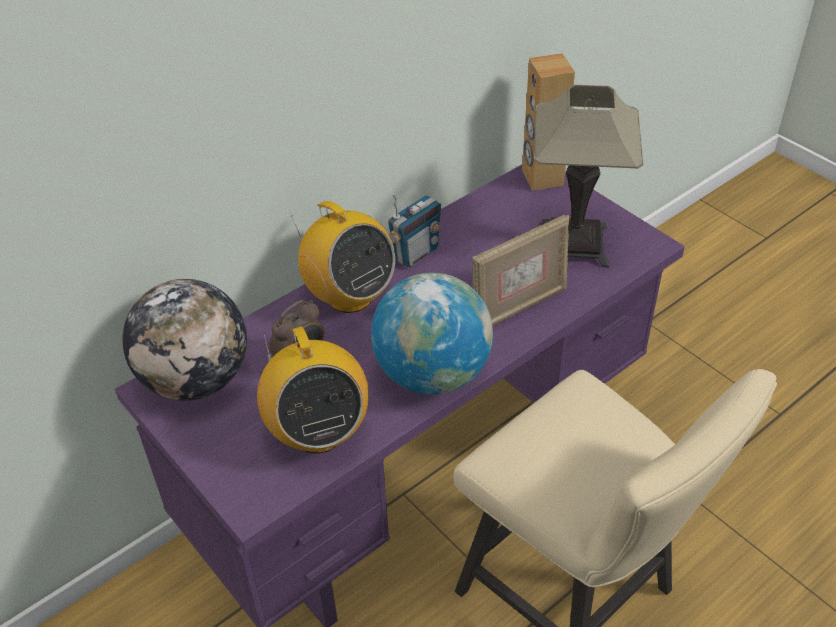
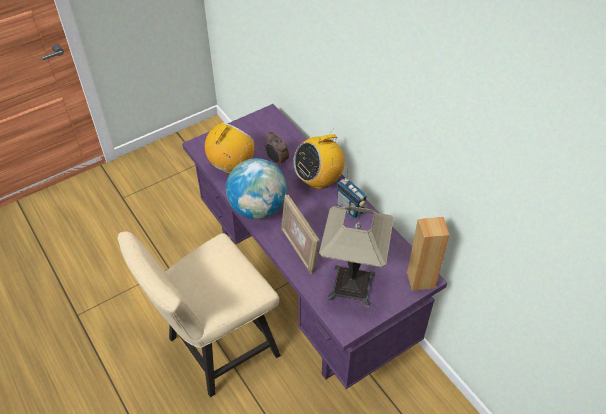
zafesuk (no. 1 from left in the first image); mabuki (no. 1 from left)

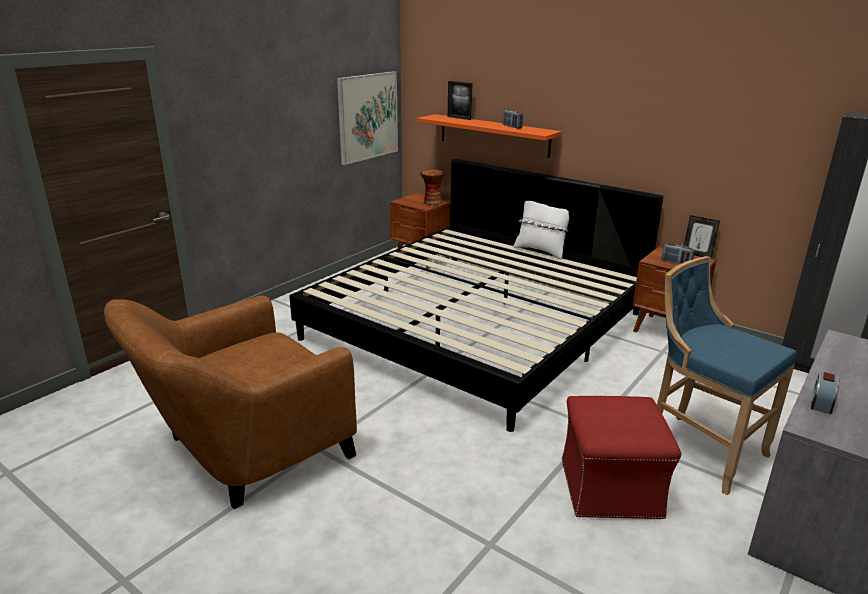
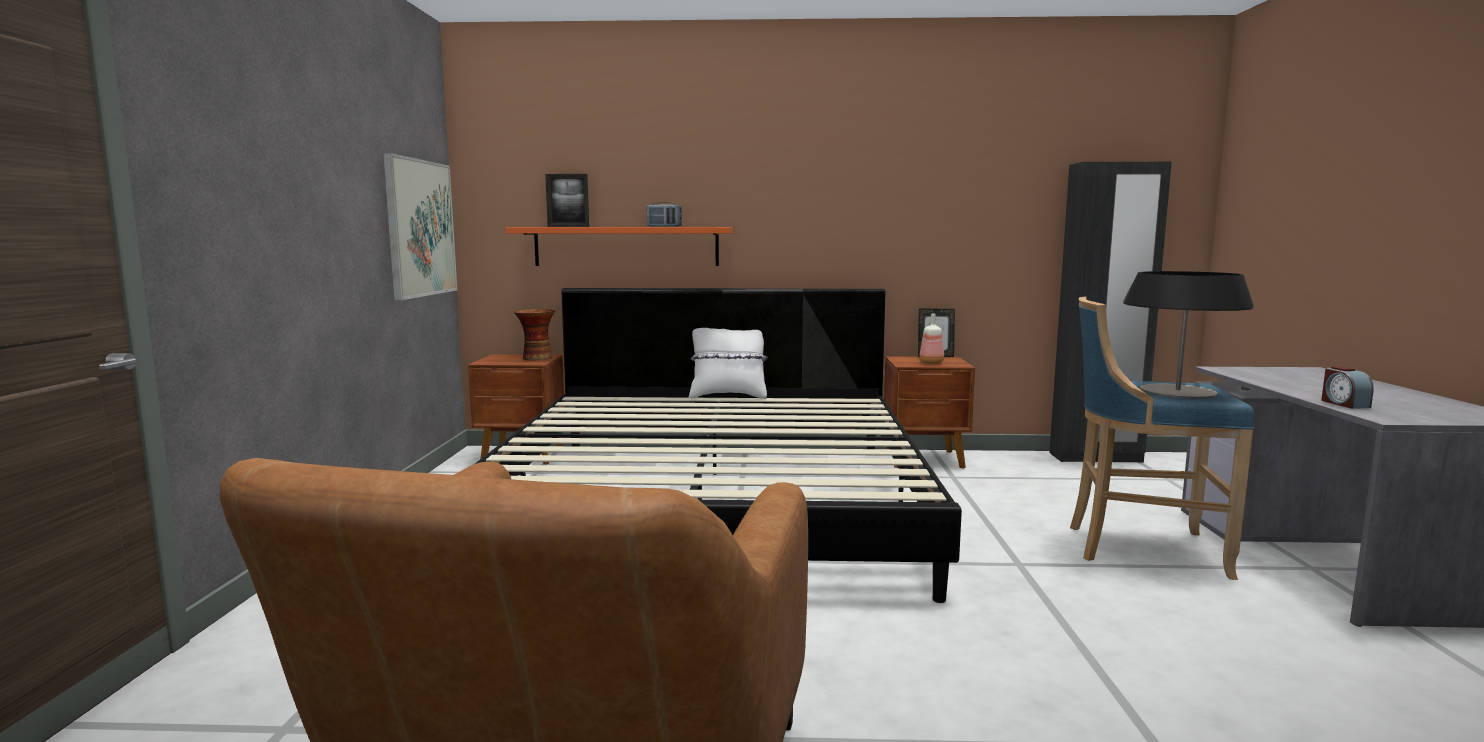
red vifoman; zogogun; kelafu

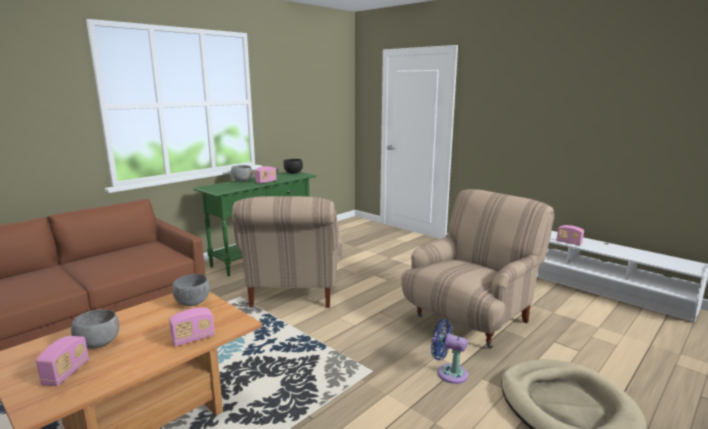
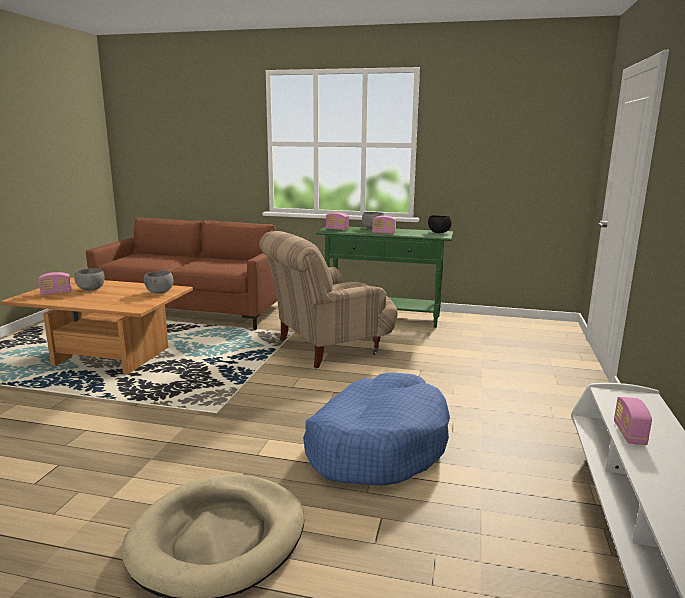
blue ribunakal; mabuki (no. 2 from left); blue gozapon

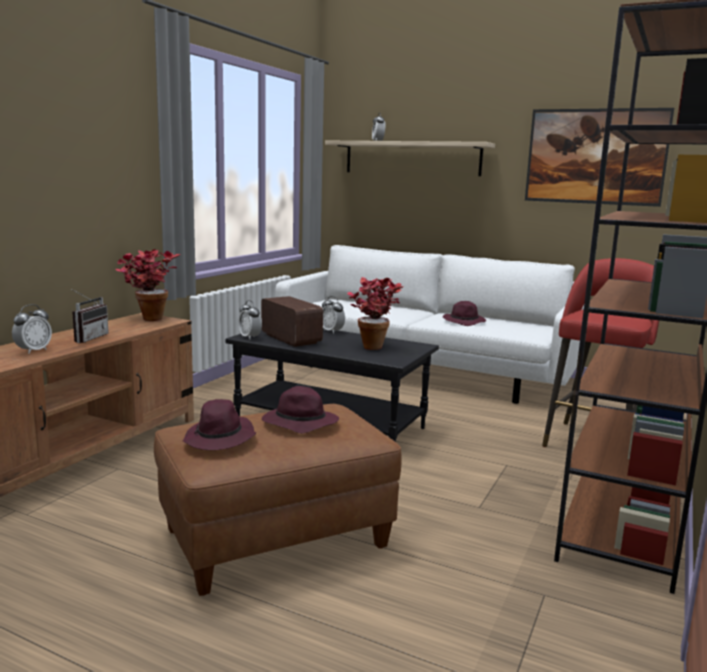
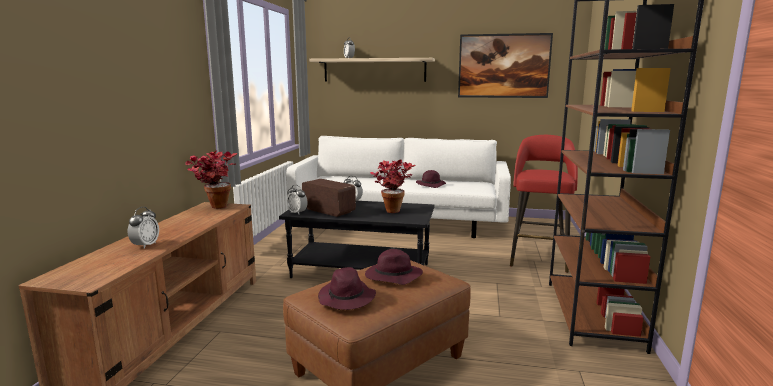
mabuki (no. 1 from left in the first image)

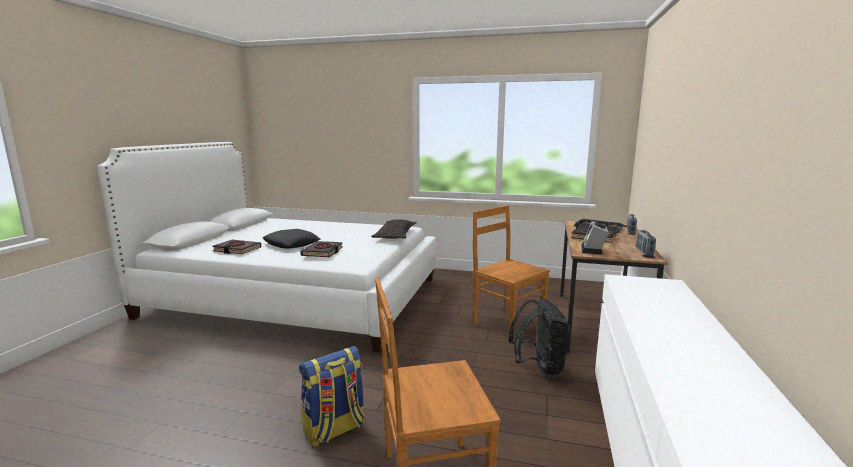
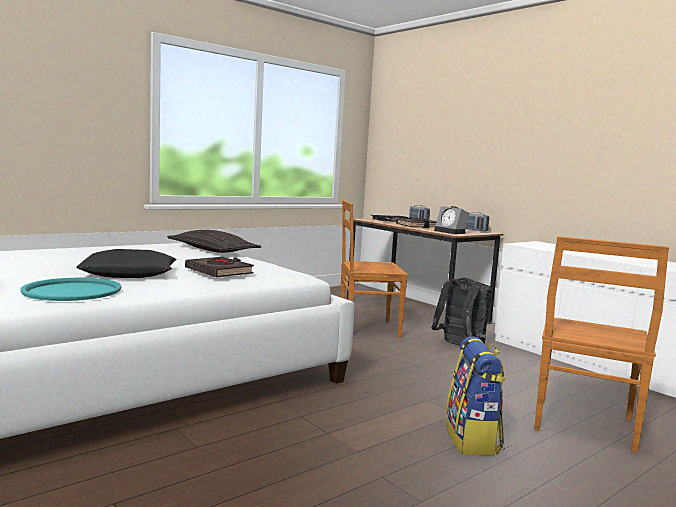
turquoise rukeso

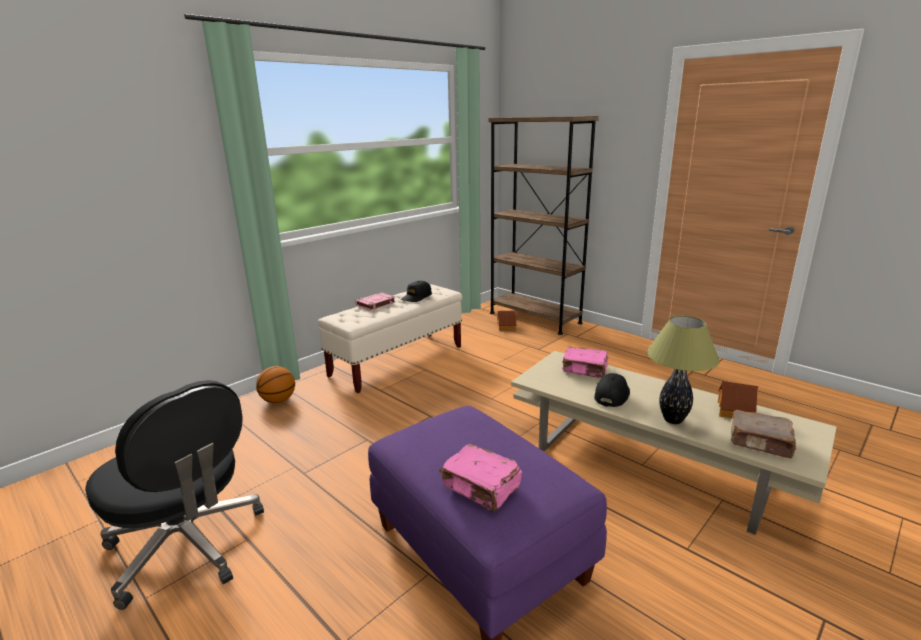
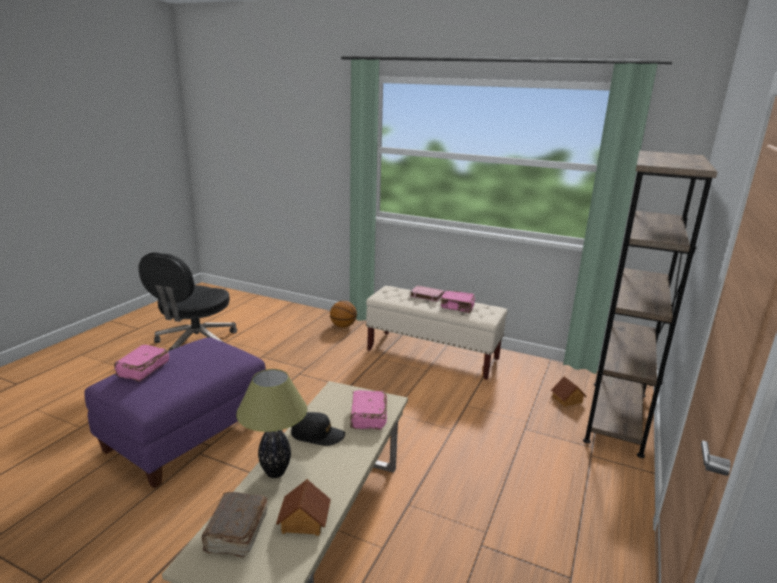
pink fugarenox (no. 4 from left)

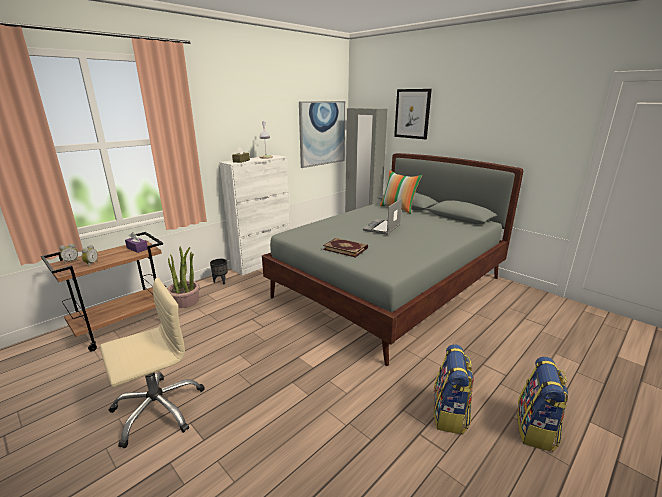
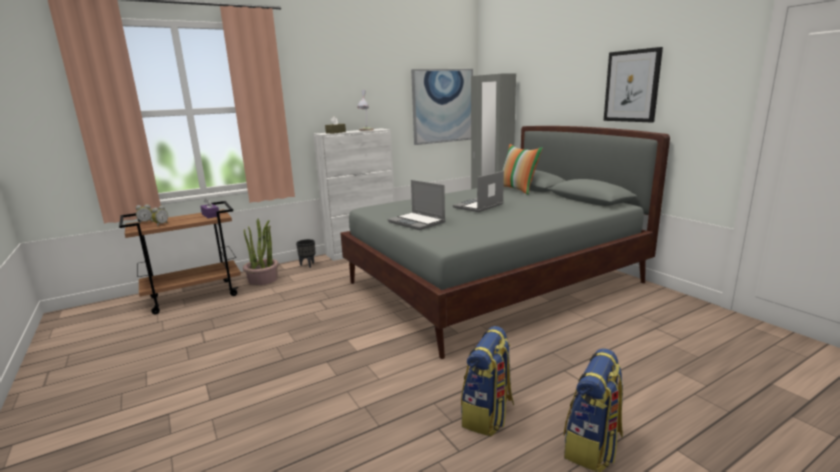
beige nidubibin; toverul (no. 2 from left); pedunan (no. 1 from left)

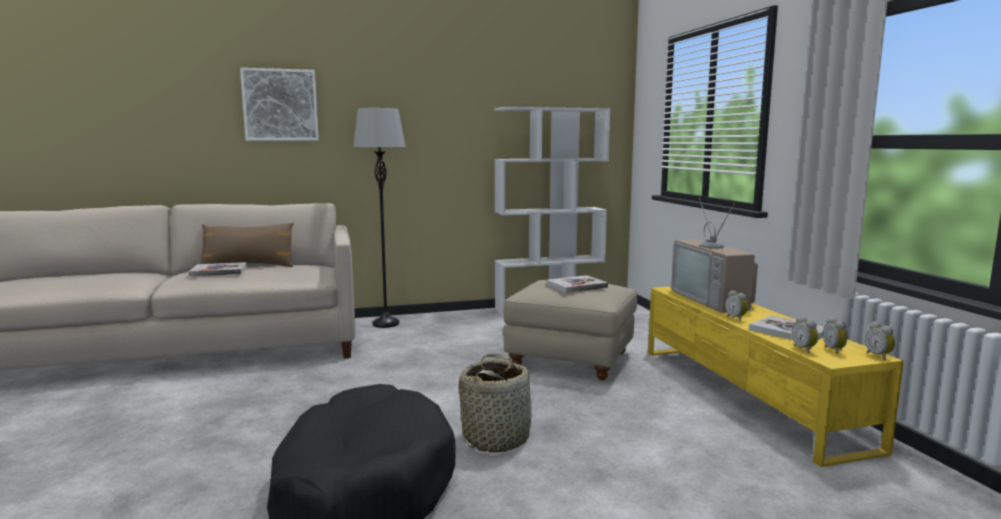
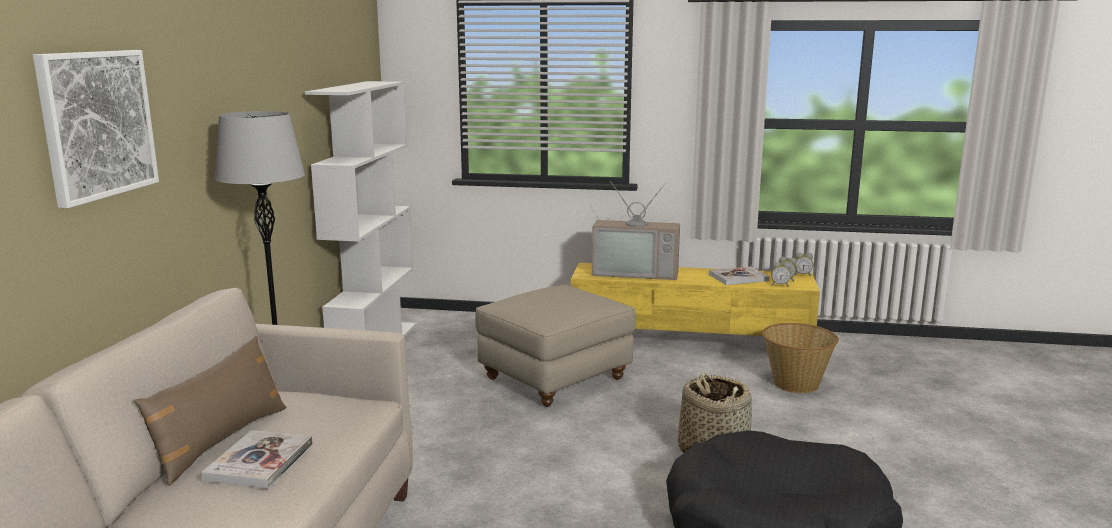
fugarenox (no. 2 from left in the first image); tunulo (no. 1 from left in the first image); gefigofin (no. 2 from left)

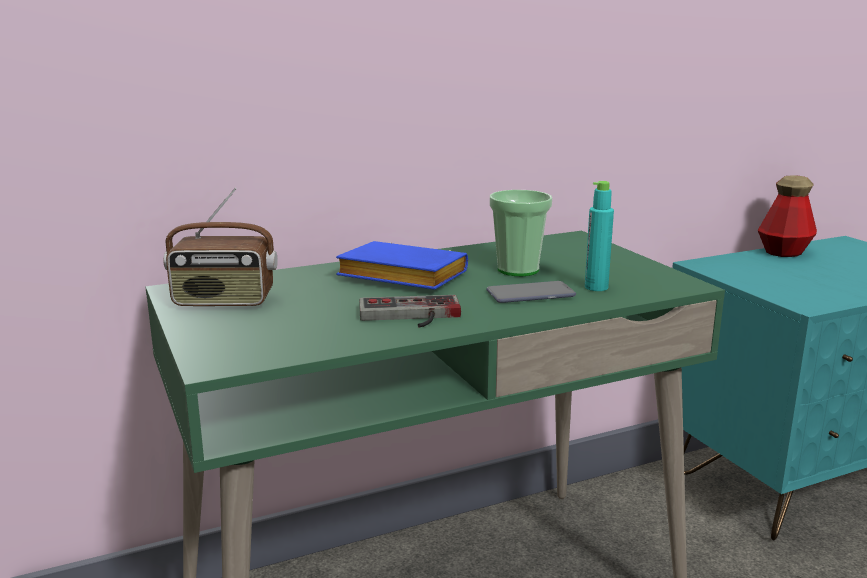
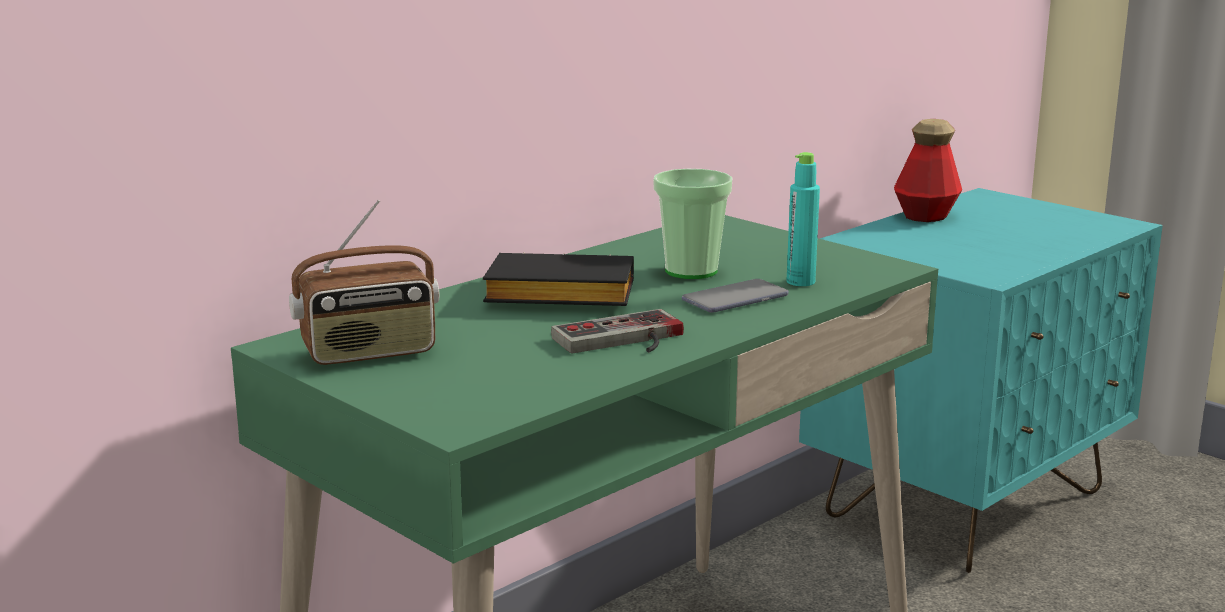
black fugarenox

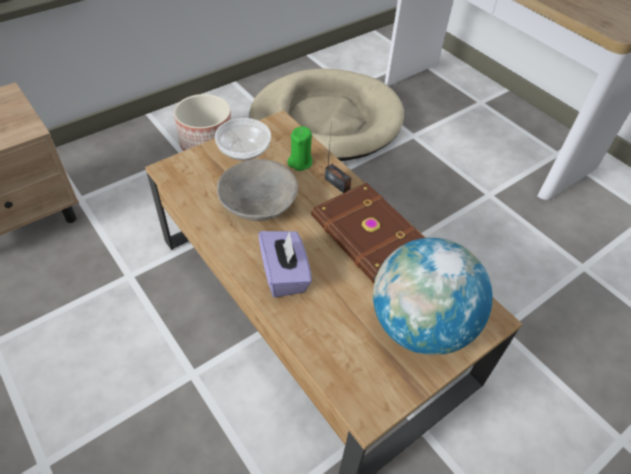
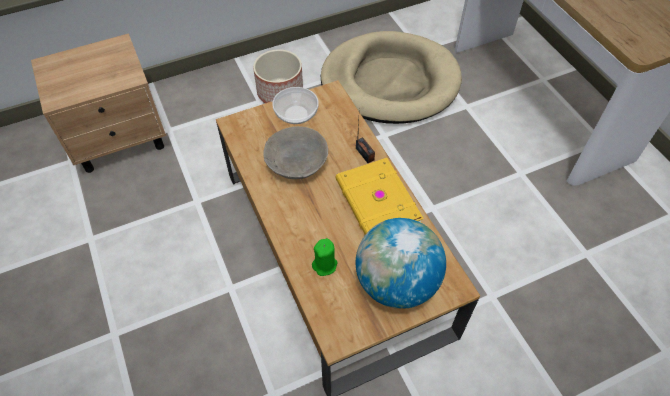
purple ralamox; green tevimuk; yellow fugarenox

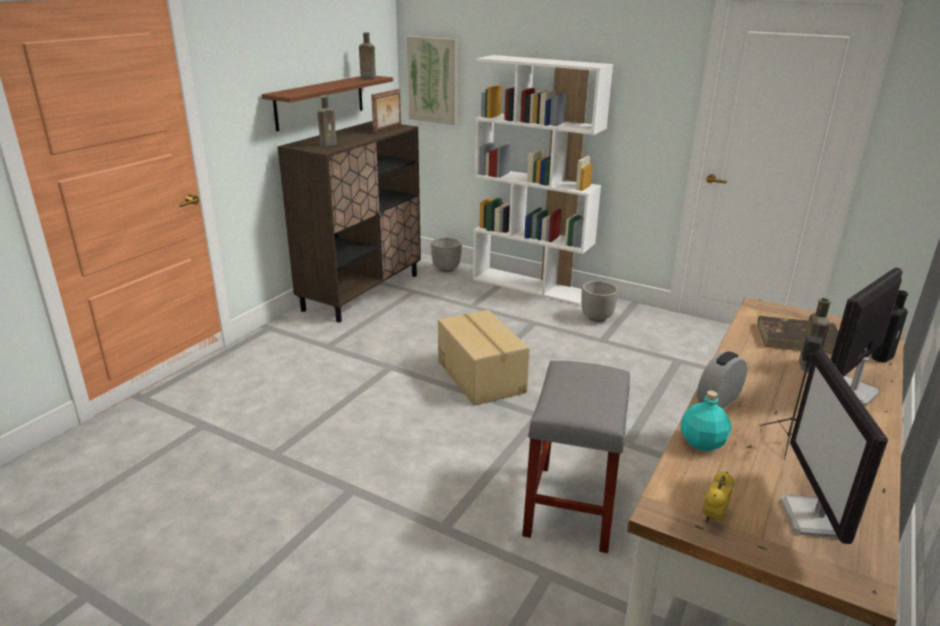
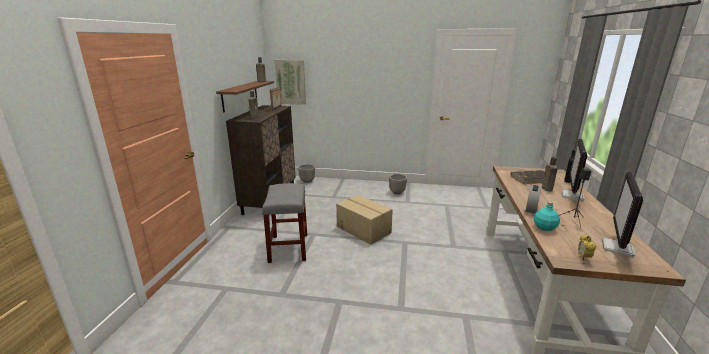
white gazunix; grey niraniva; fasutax (no. 2 from left)

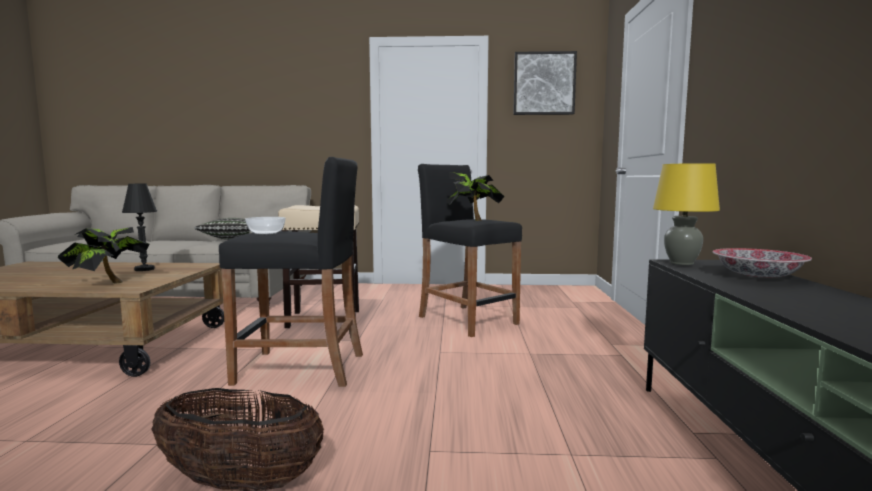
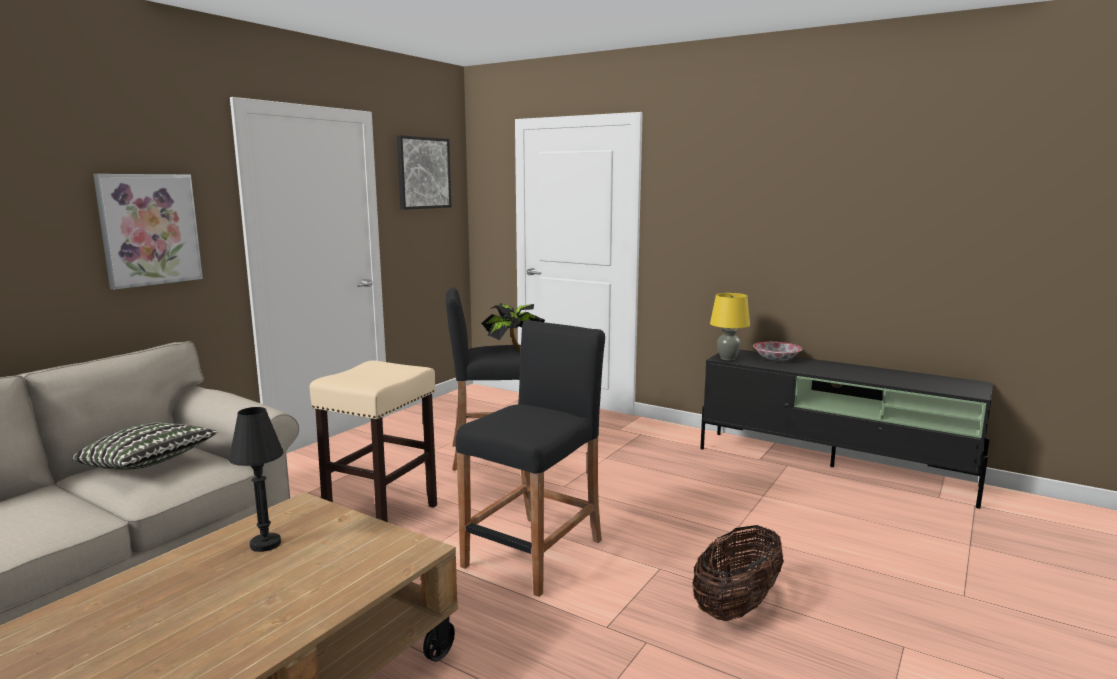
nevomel (no. 1 from left in the first image); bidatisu (no. 1 from left in the first image); toverul (no. 1 from left)

